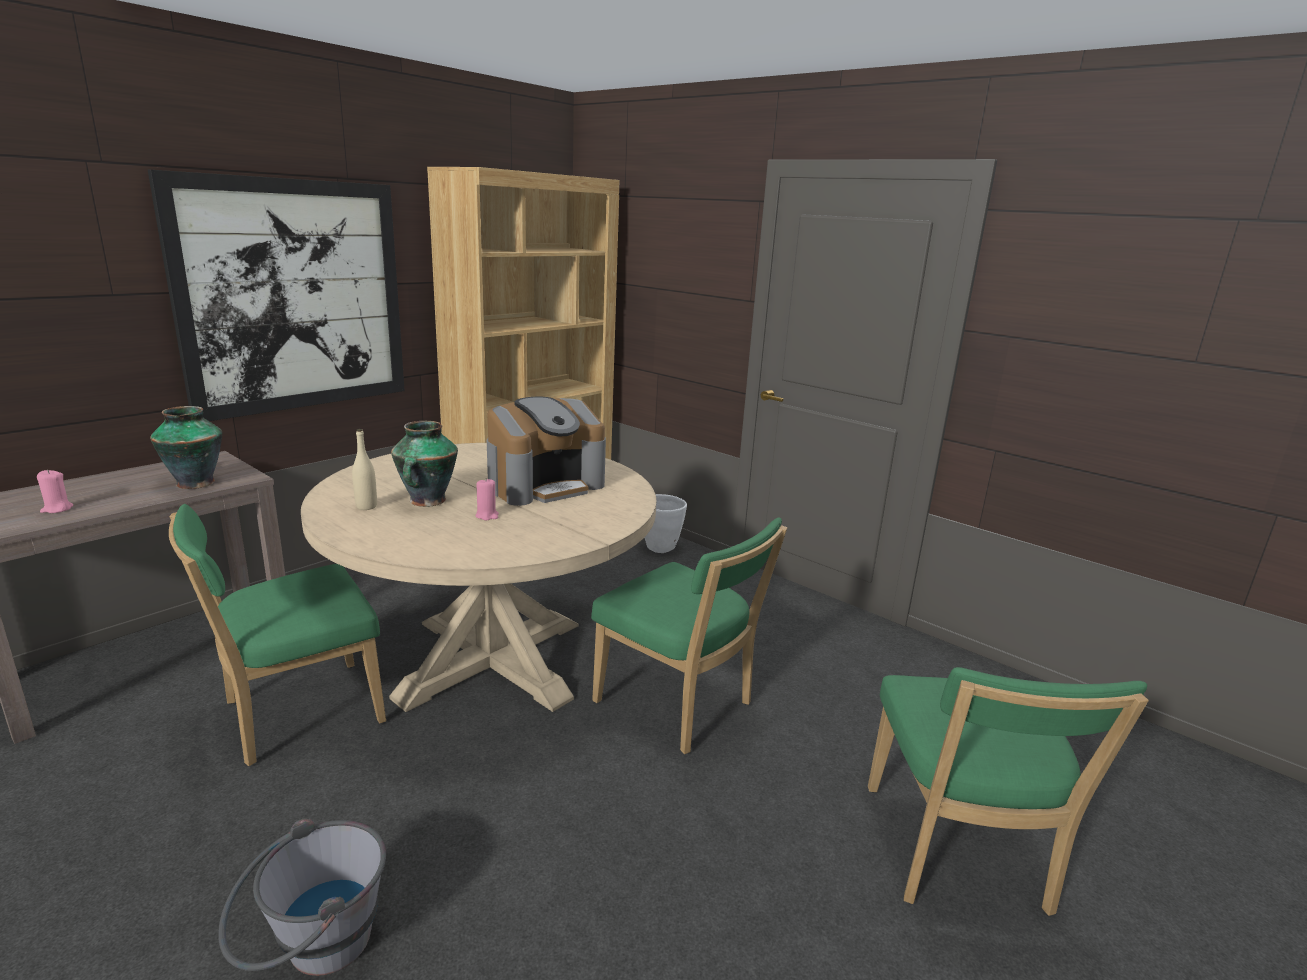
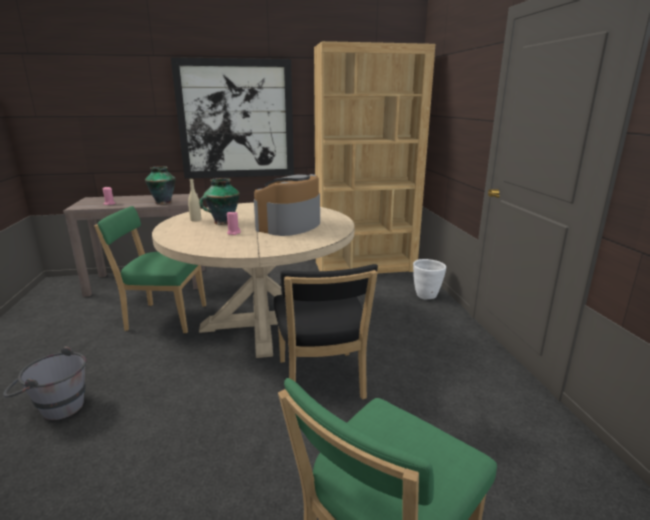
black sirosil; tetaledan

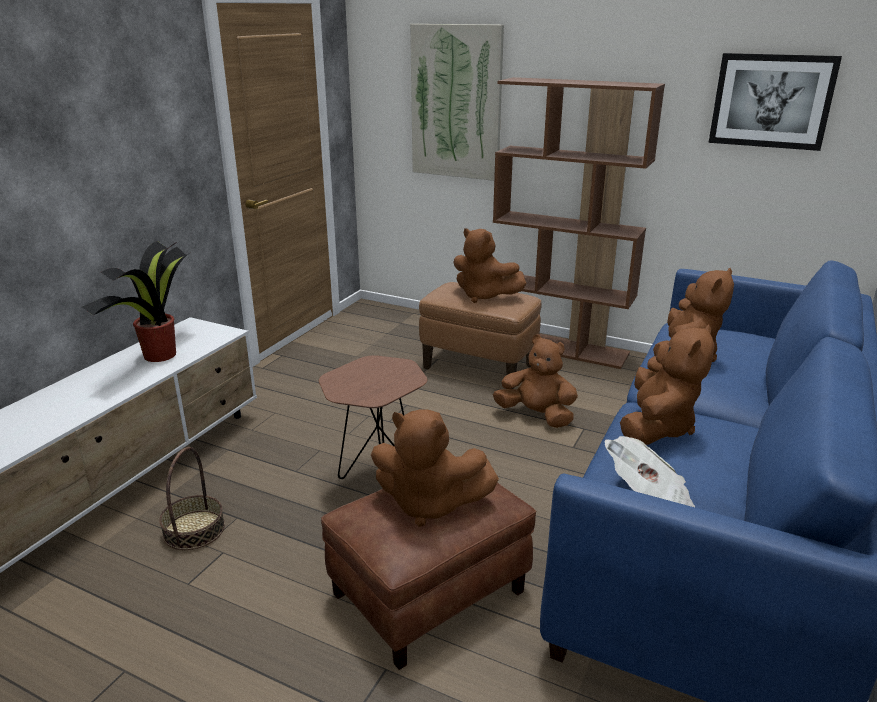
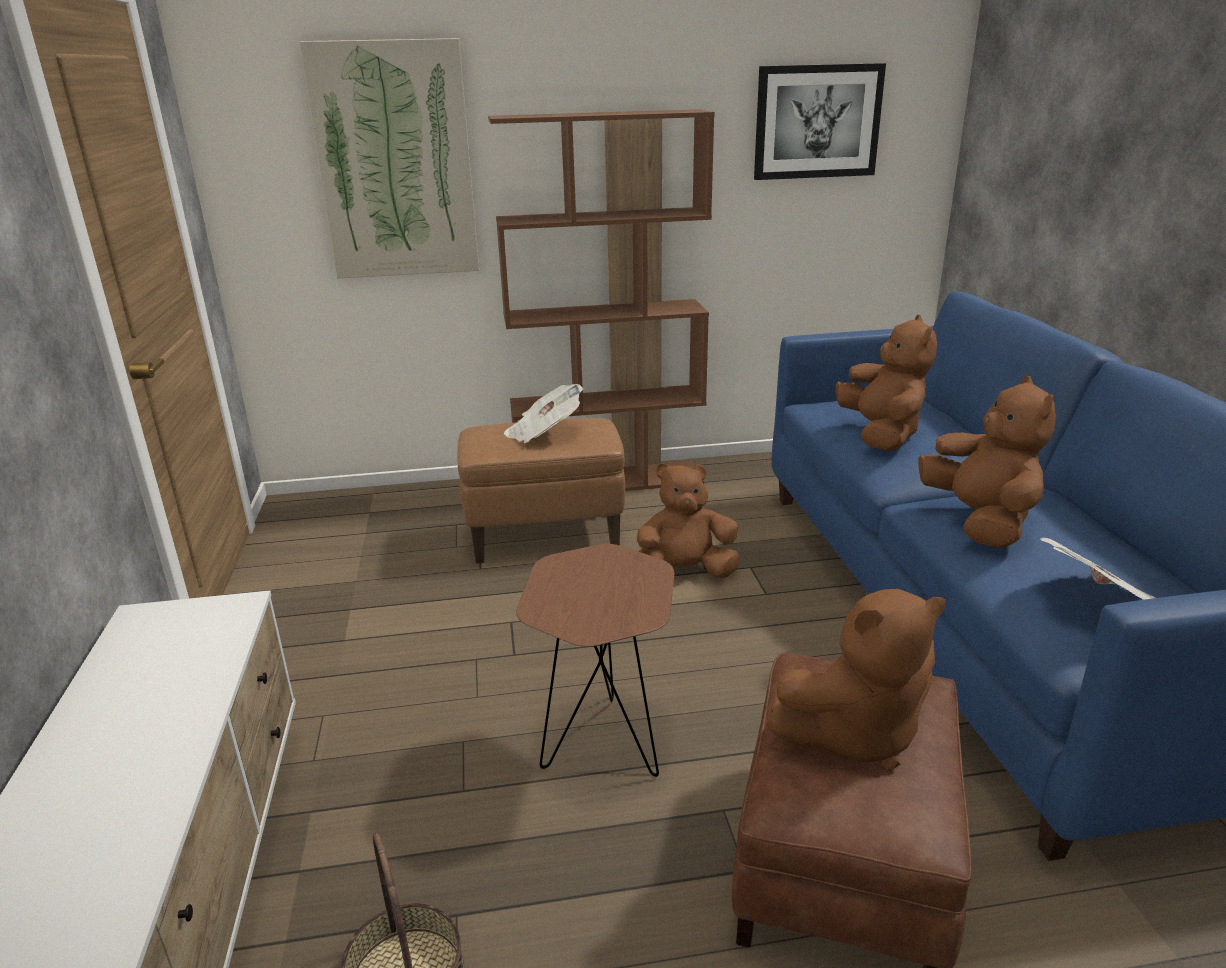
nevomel; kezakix (no. 1 from left)

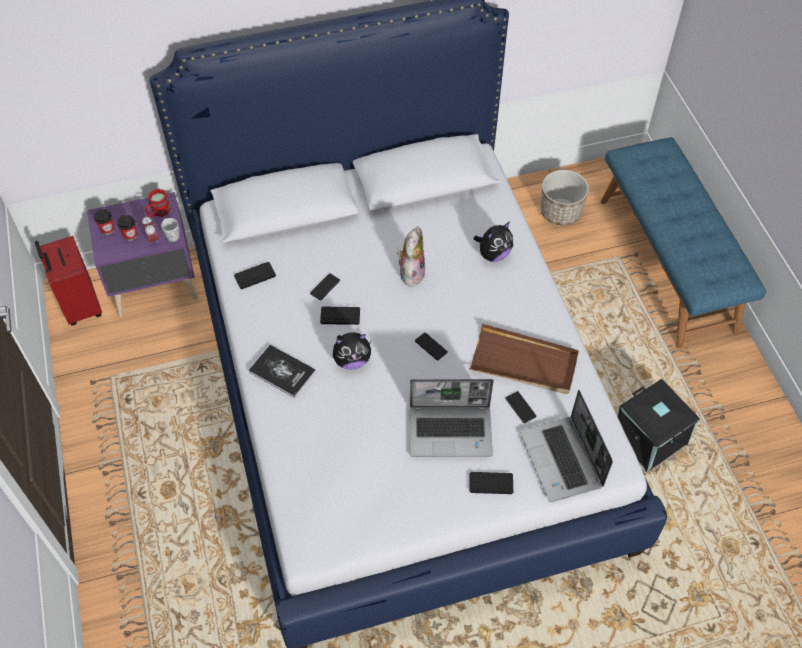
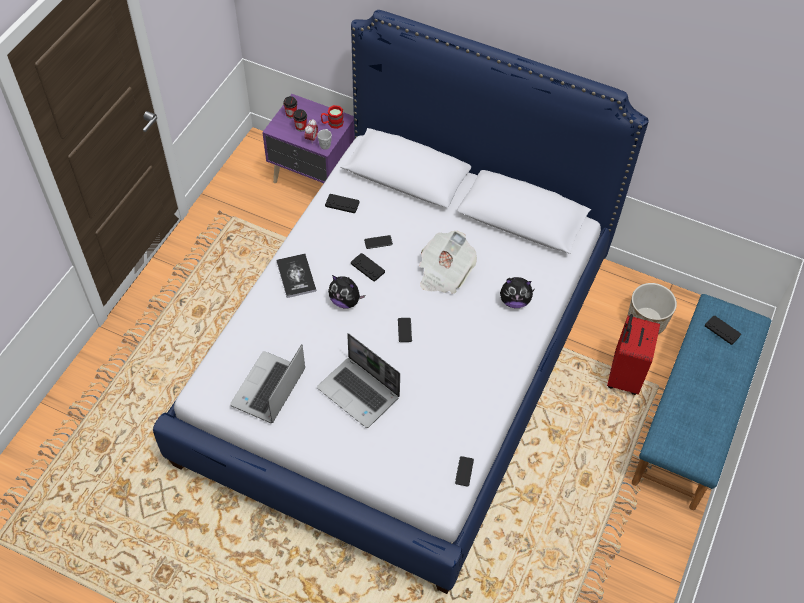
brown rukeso; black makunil; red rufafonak; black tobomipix (no. 3 from left); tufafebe (no. 3 from left); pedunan (no. 1 from left); kezakix

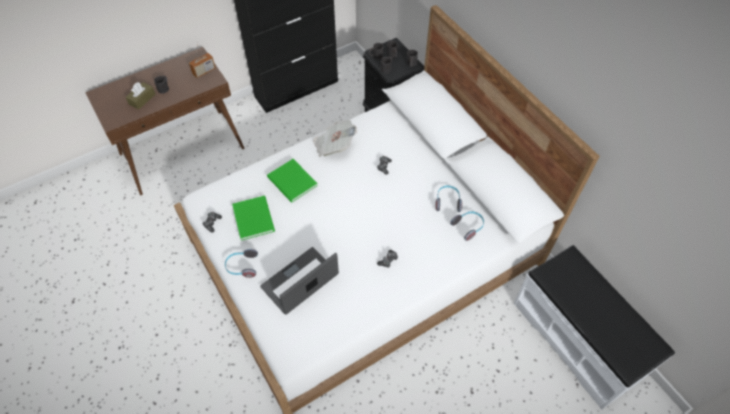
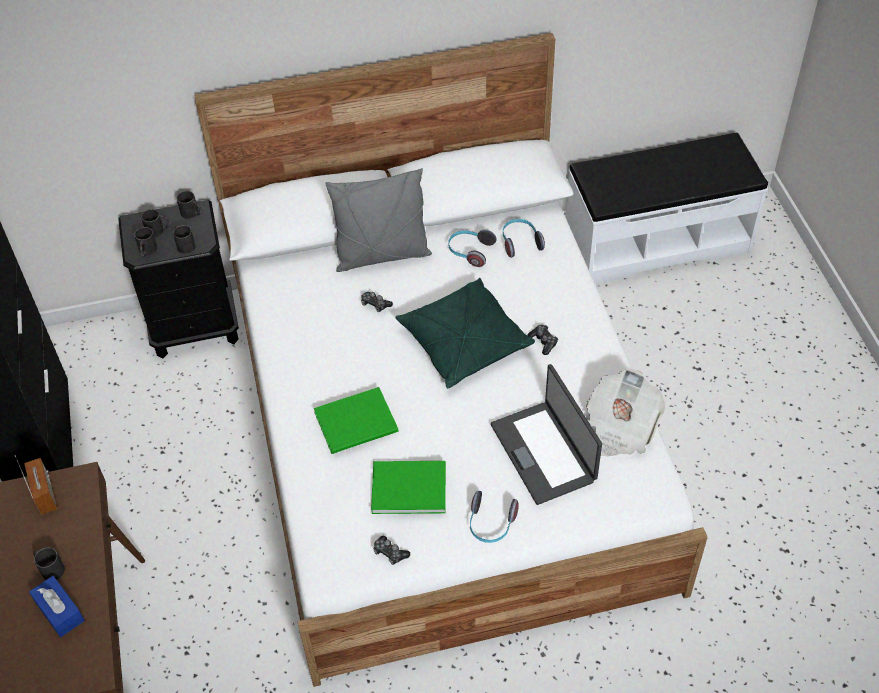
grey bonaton; green bonaton; kezakix; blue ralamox

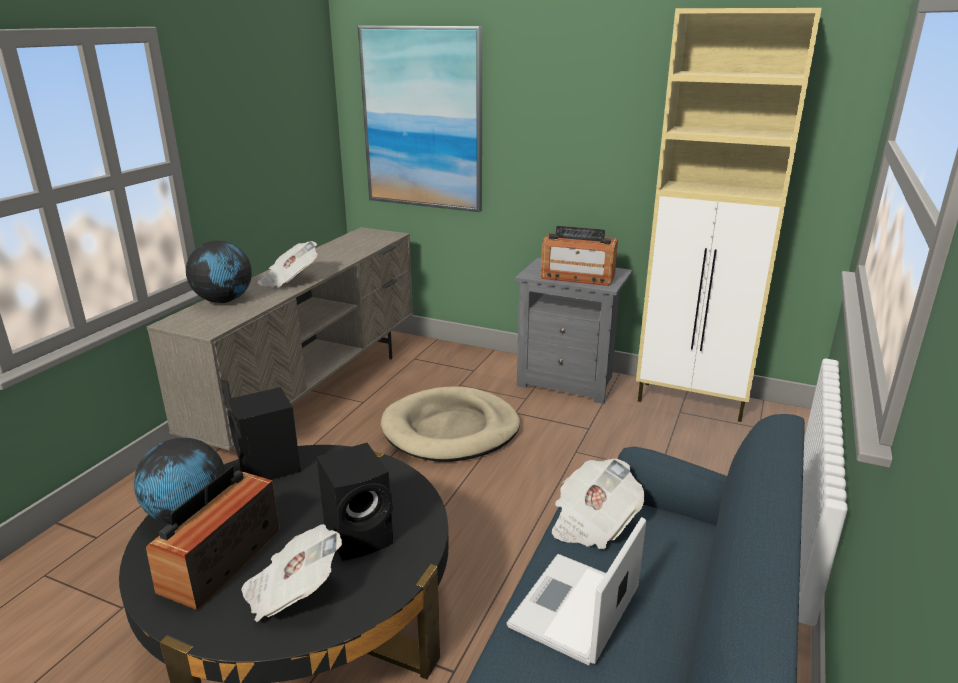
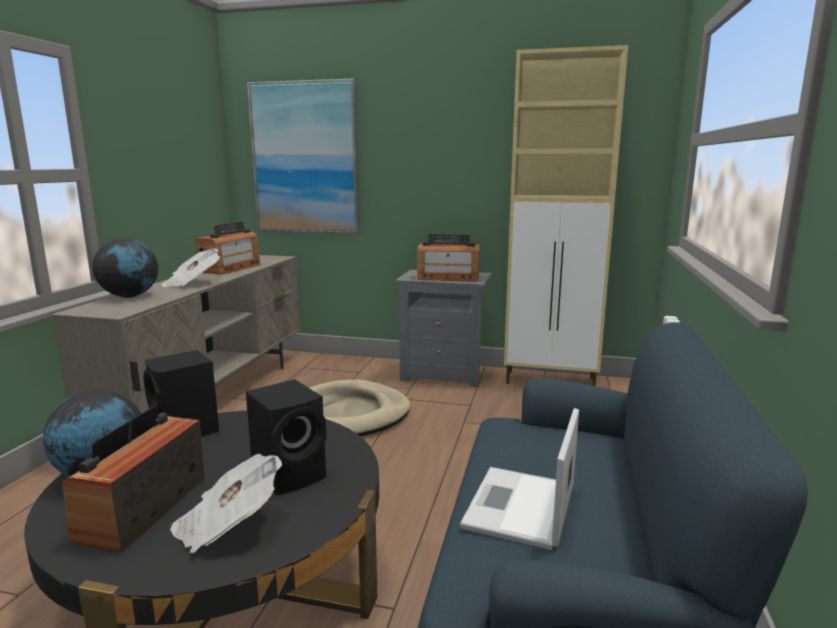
kezakix (no. 3 from left in the first image); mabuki (no. 2 from left)

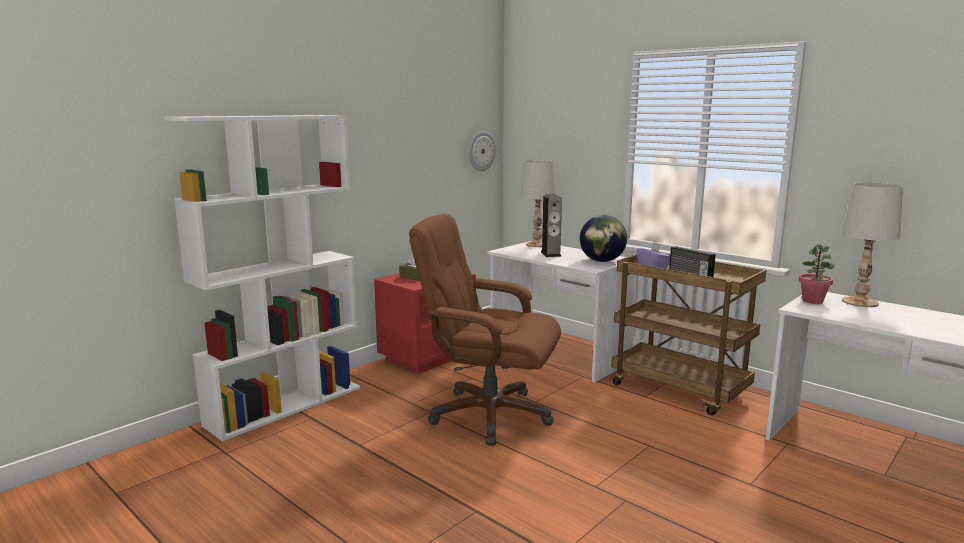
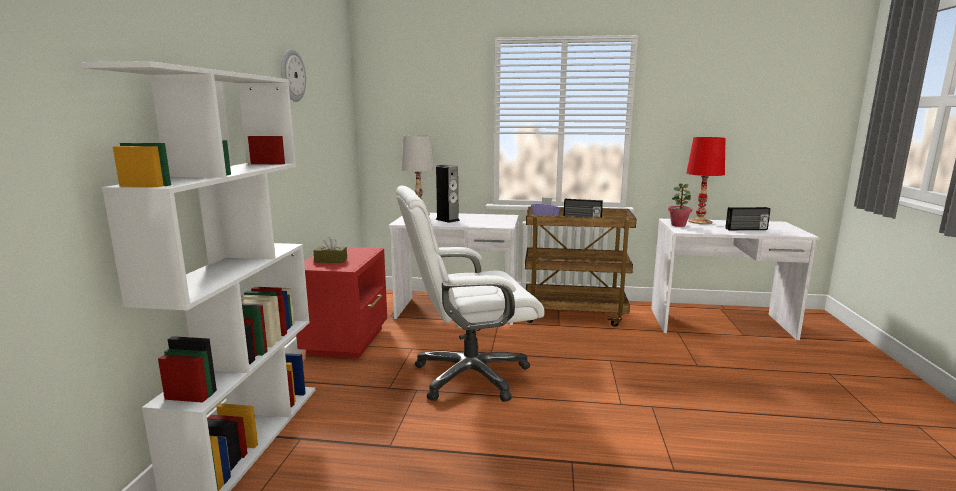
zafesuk; mabuki (no. 2 from left); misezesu; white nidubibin; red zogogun

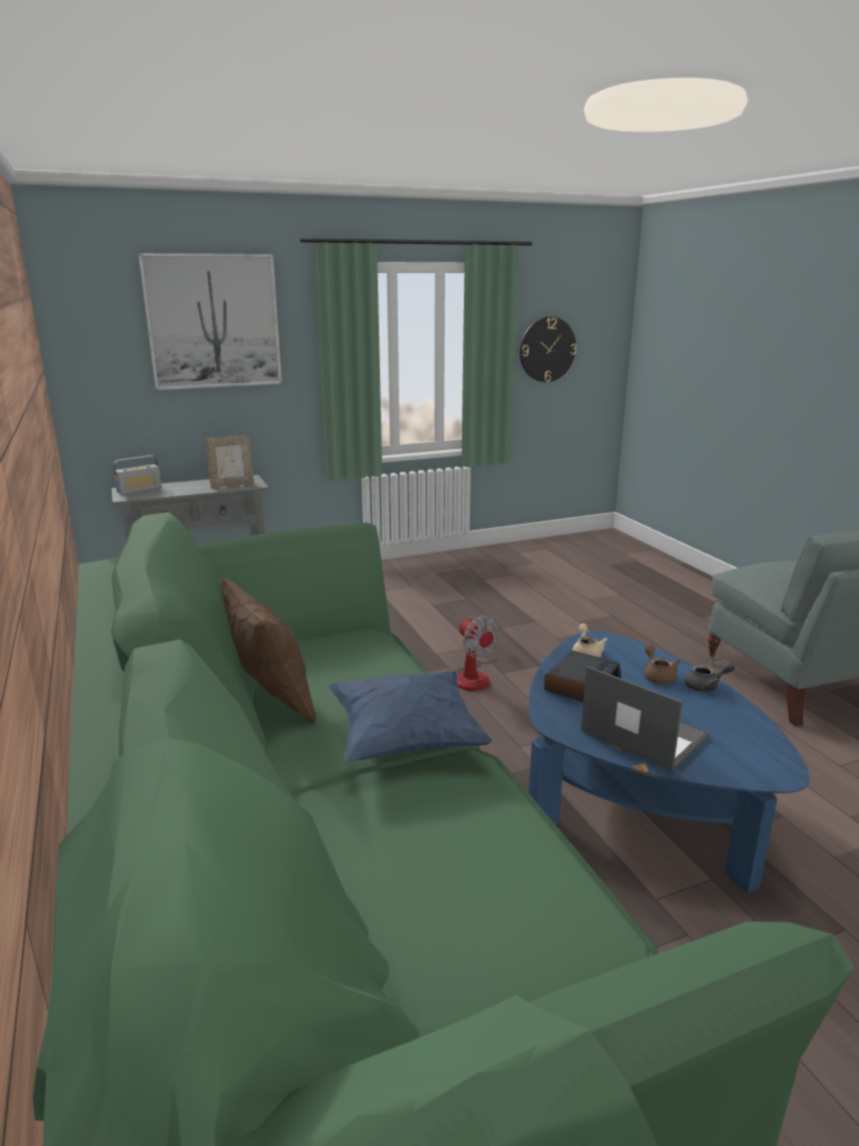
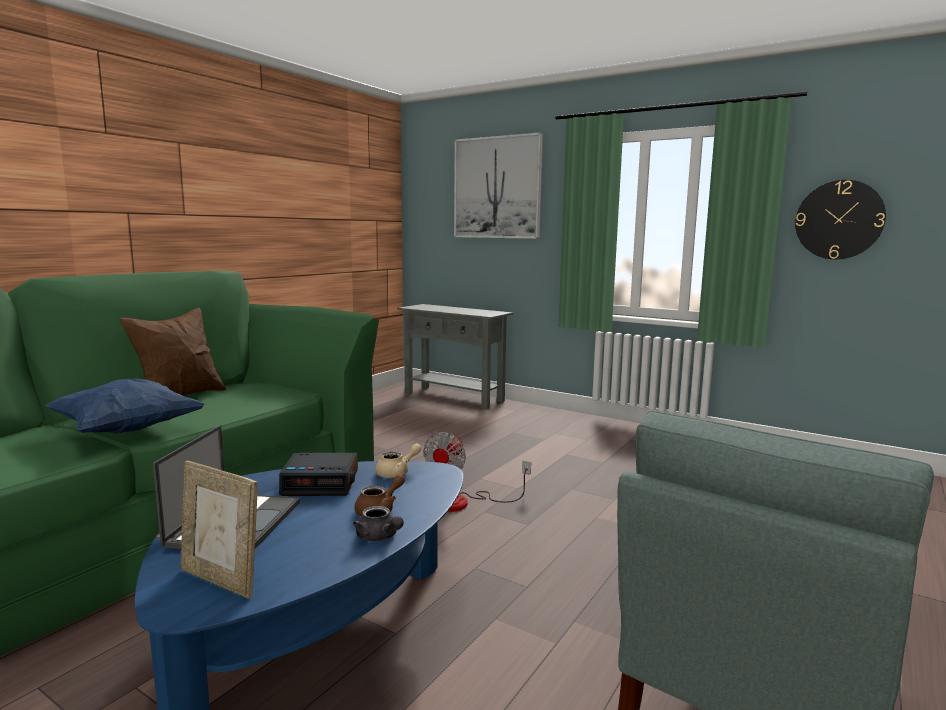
mabuki; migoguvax

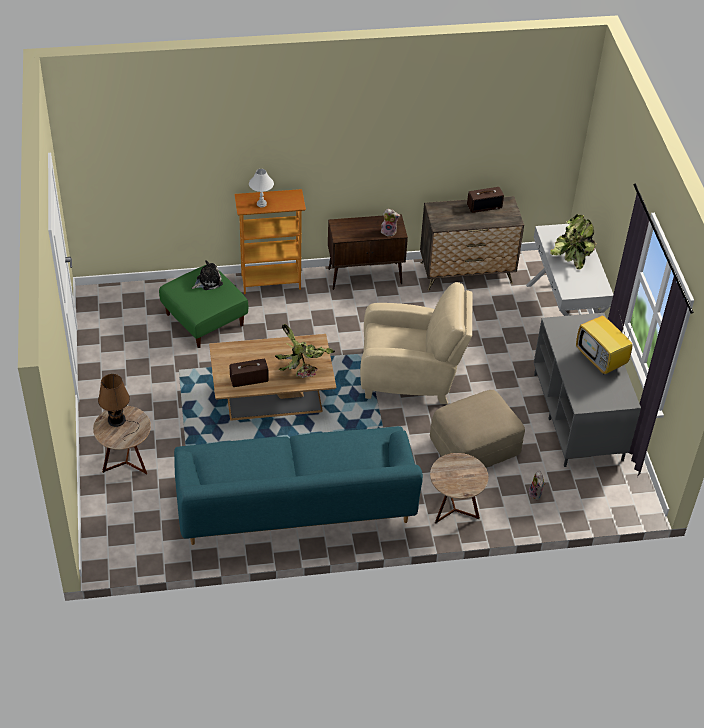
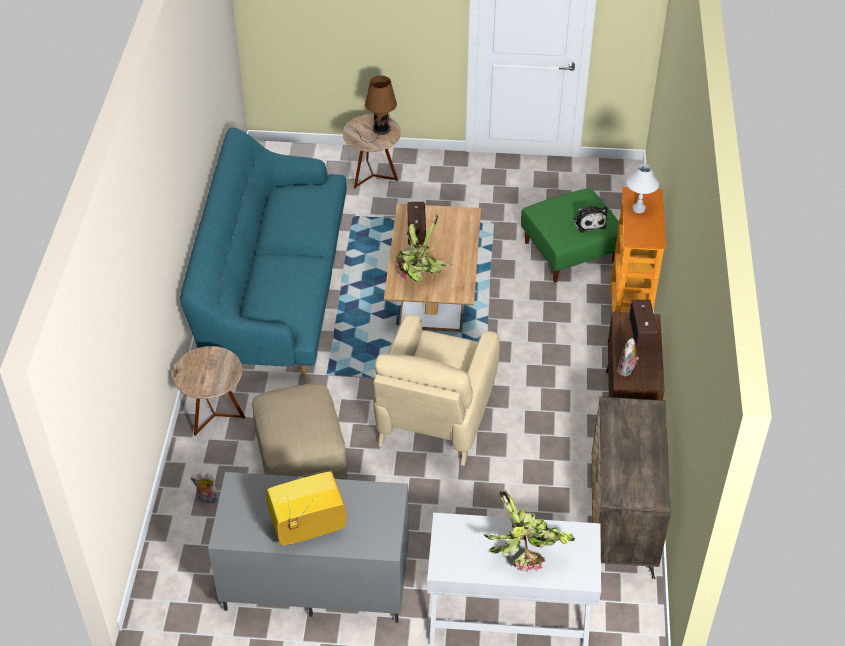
mabuki (no. 2 from left)

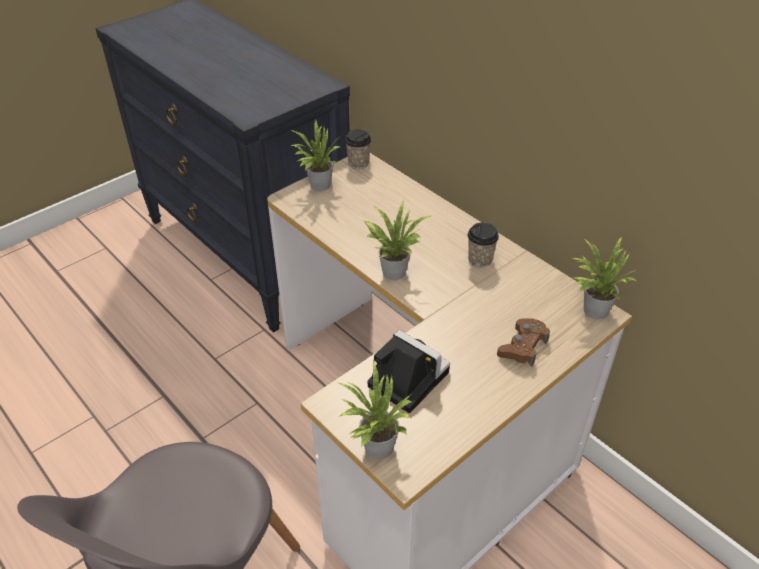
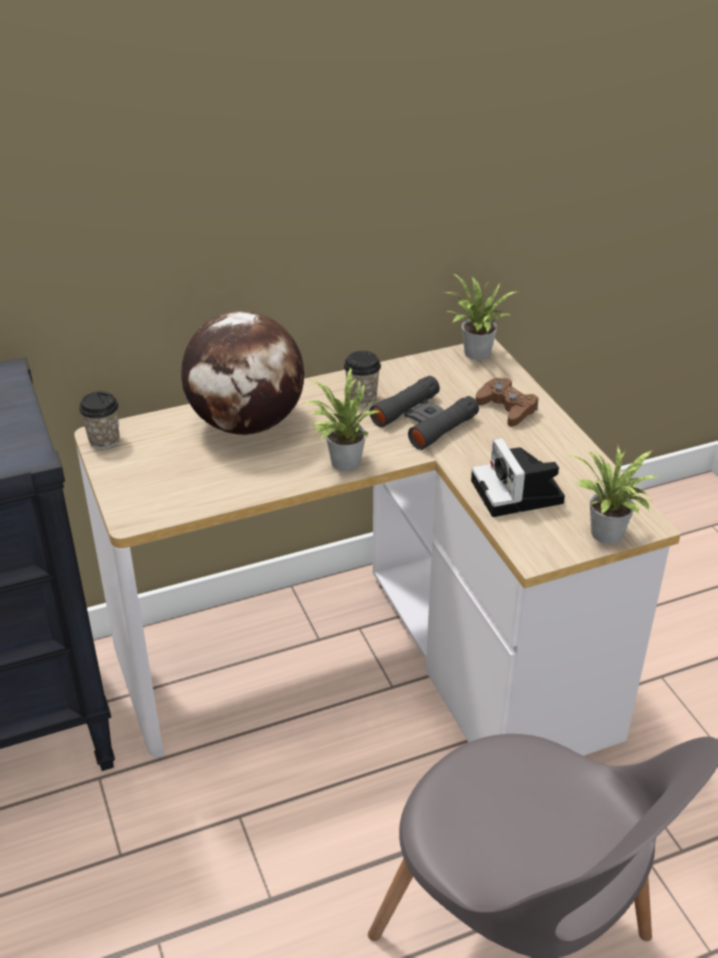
nevomel (no. 1 from left in the first image); zafesuk; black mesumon; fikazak

